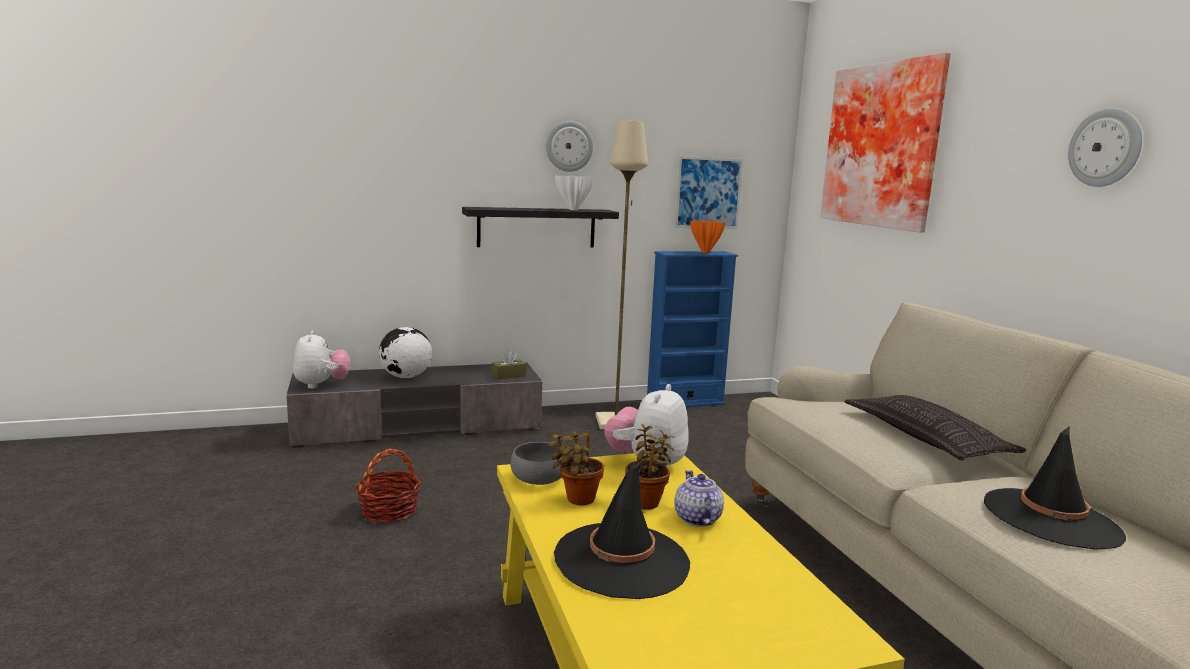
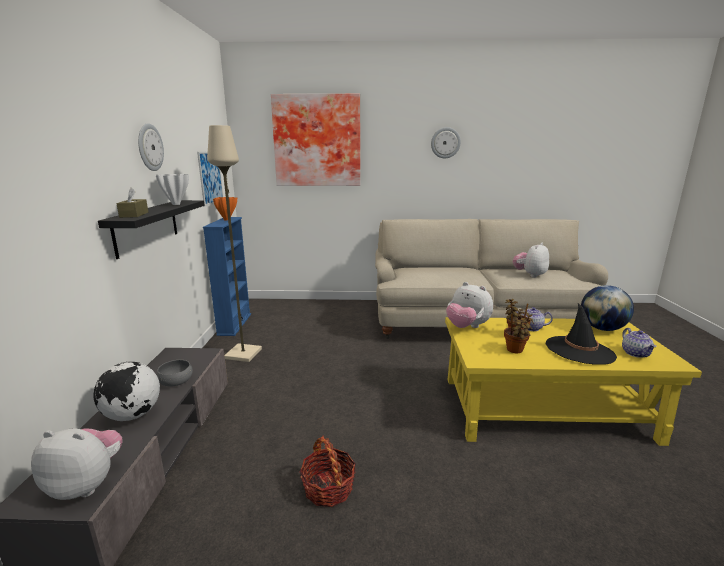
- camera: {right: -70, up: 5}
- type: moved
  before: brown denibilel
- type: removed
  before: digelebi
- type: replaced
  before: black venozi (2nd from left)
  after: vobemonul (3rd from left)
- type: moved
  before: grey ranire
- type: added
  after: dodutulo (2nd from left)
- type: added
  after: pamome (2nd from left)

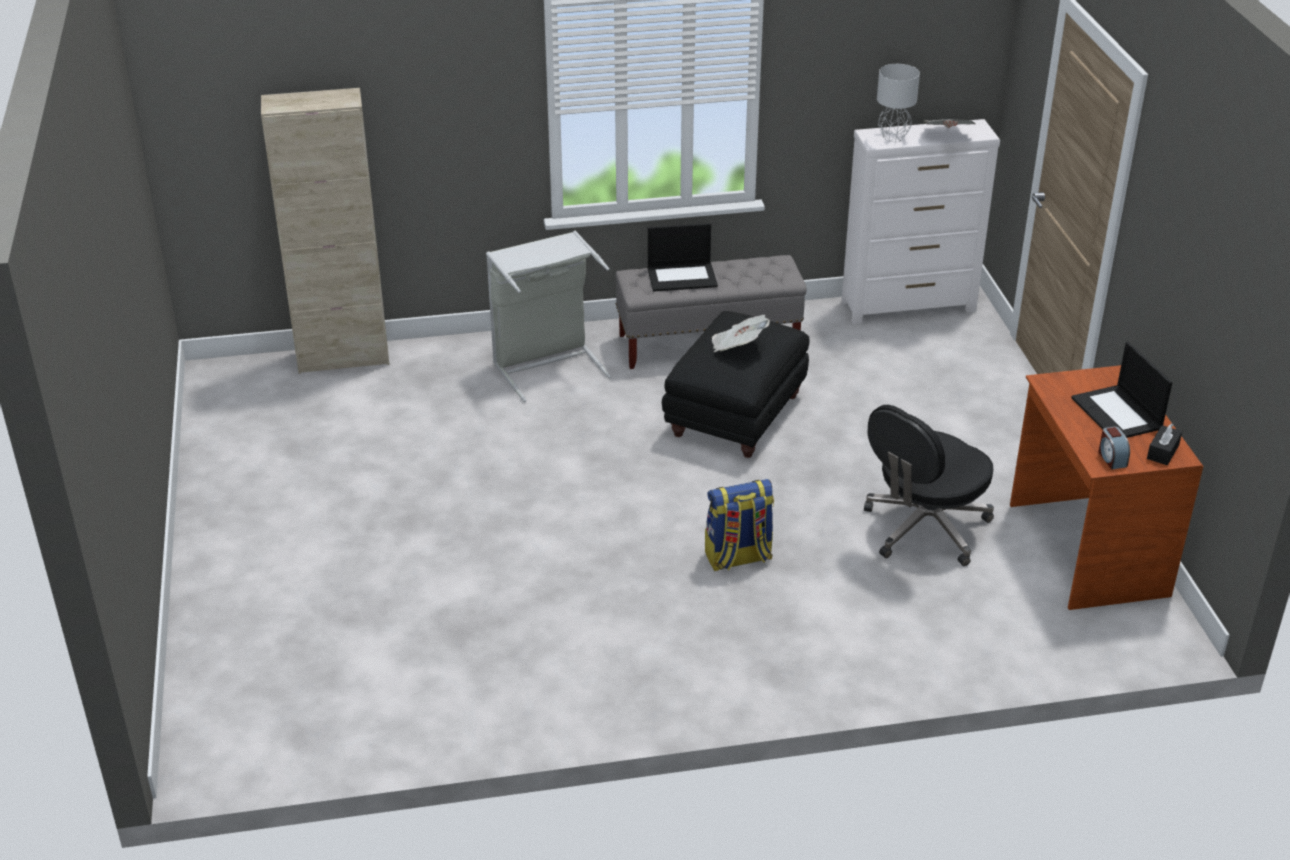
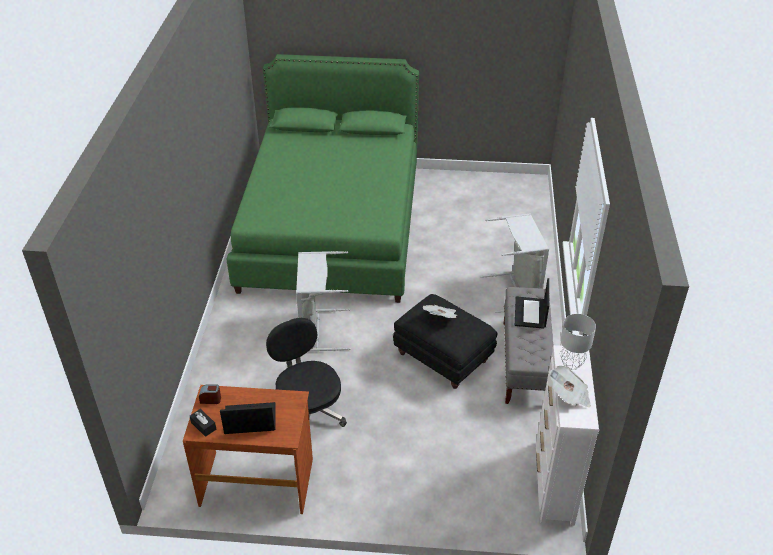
- camera: {right: 105, up: 5}
- type: removed
  before: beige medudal
- type: replaced
  before: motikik
  after: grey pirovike (1st from left)
- type: added
  after: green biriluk

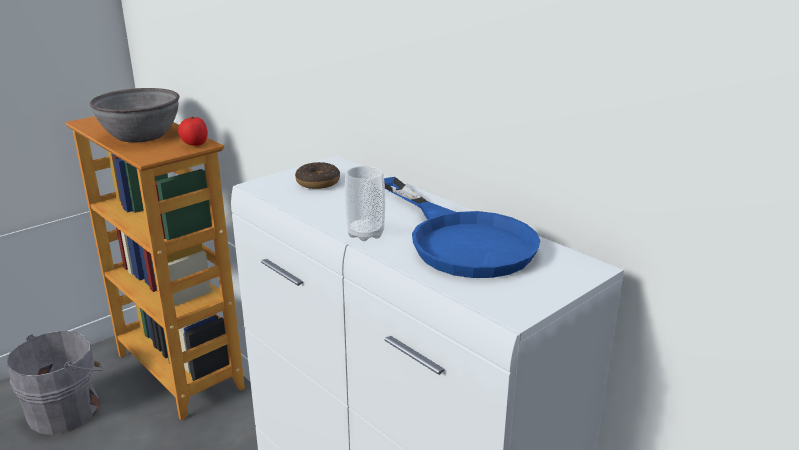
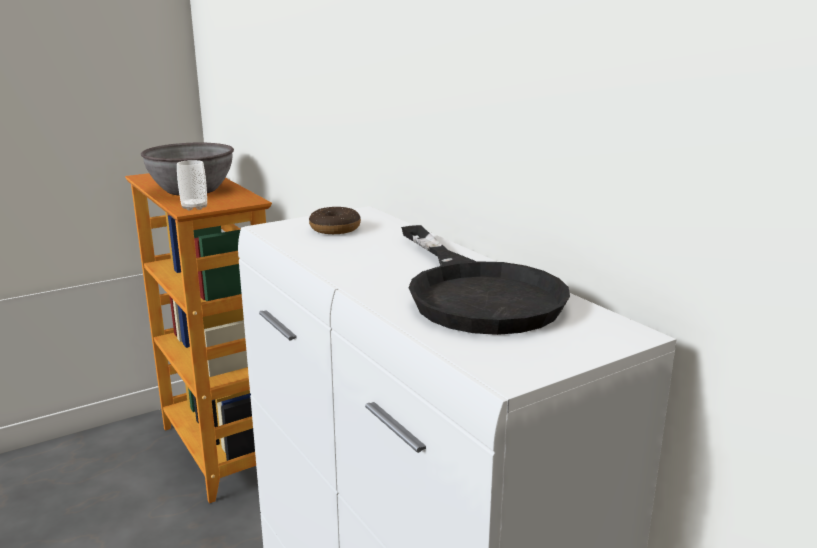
- camera: {right: 10, up: -5}
- type: removed
  before: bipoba
- type: moved
  before: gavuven
- type: recoloured
  before: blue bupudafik
  after: black bupudafik
- type: removed
  before: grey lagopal

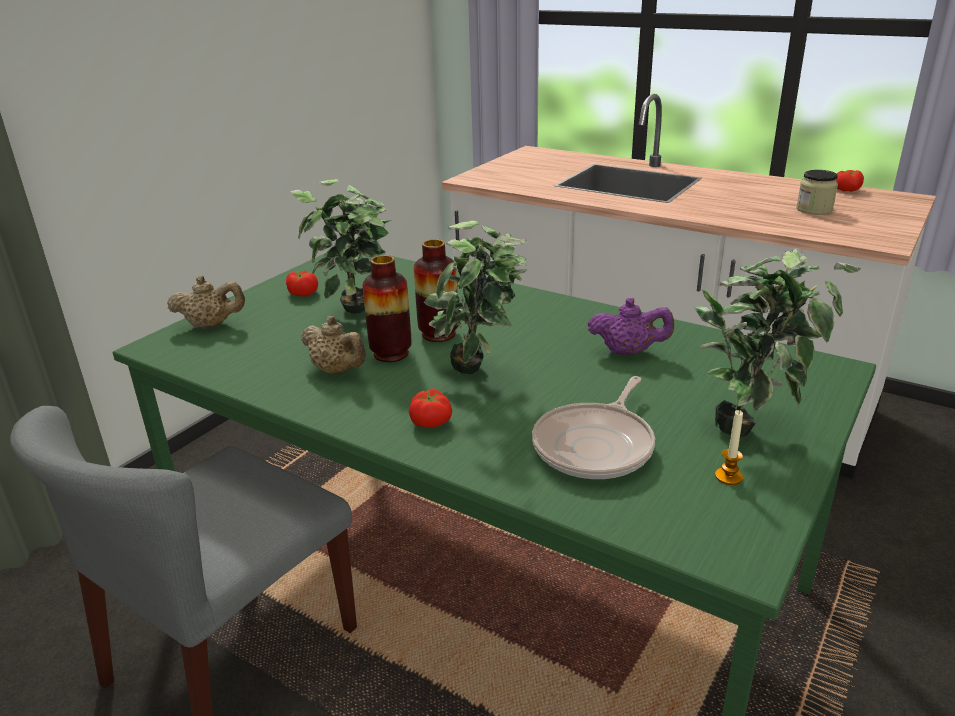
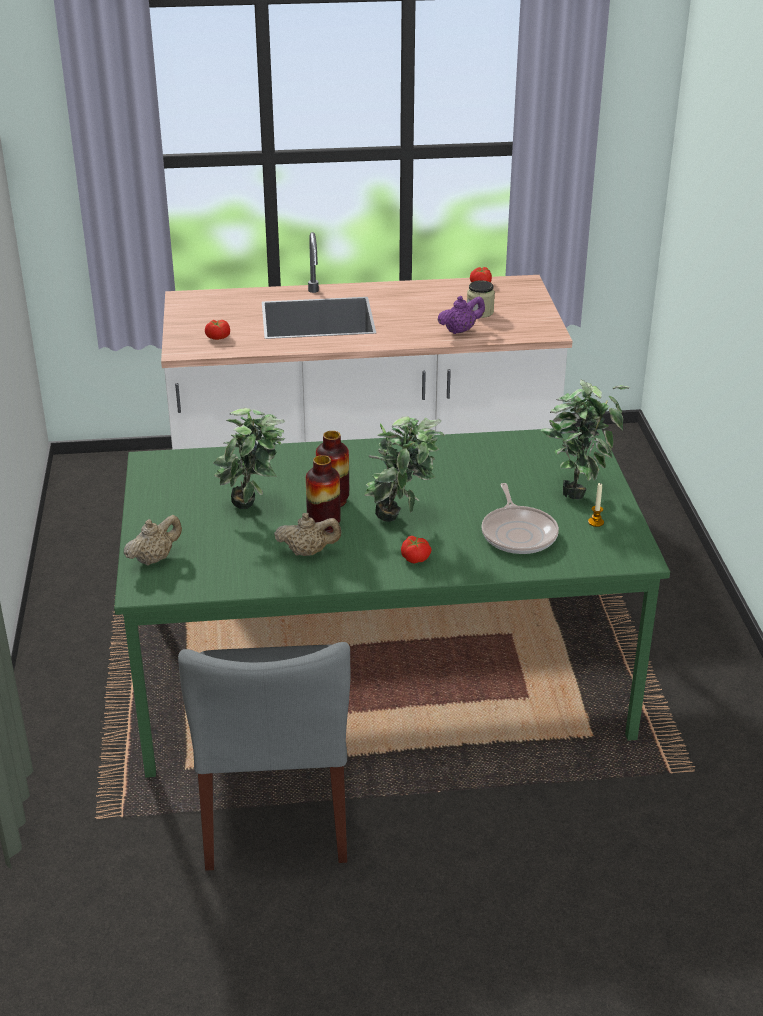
- camera: {right: -40, up: 5}
- type: moved
  before: bipoba (1st from left)
- type: moved
  before: purple pamome

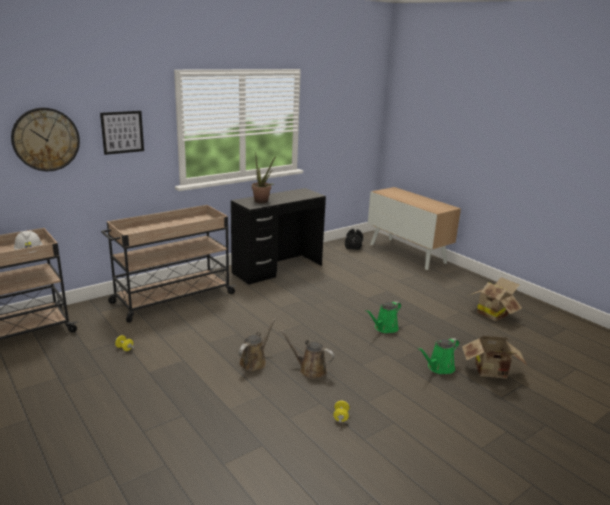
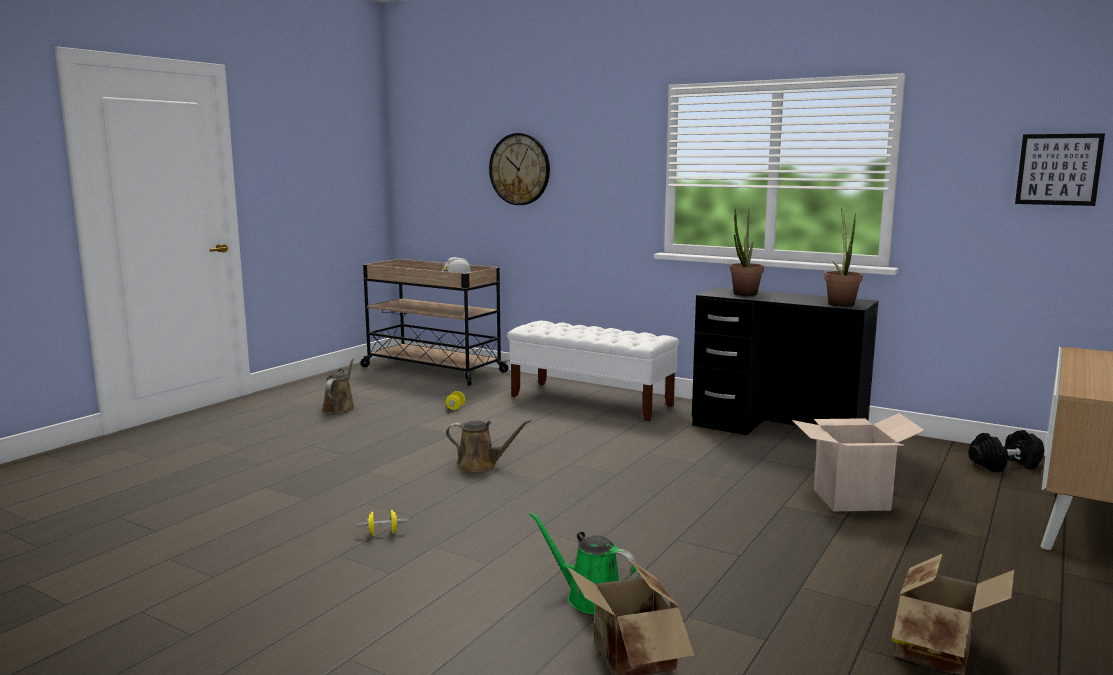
- camera: {right: 70, up: -10}
- type: moved
  before: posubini
- type: replaced
  before: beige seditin (2nd from left)
  after: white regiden
- type: removed
  before: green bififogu (1st from left)
- type: moved
  before: brown bififogu (2nd from left in the first image)
  after: brown bififogu (1st from left)
- type: added
  after: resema (2nd from left)
- type: added
  after: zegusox (2nd from left)

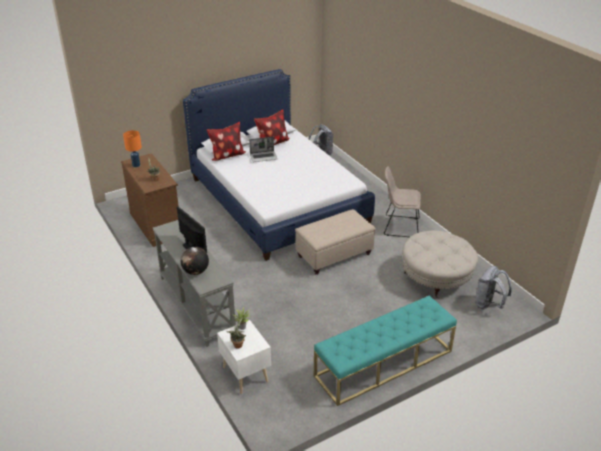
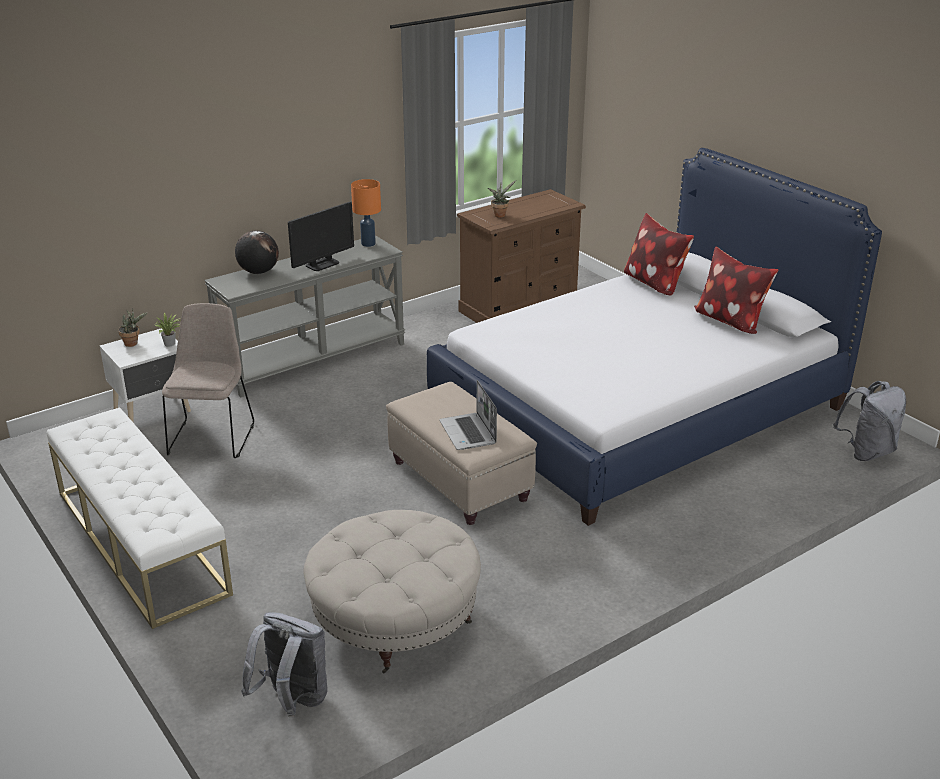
- camera: {right: 85, up: -5}
- type: moved
  before: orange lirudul
- type: moved
  before: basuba
- type: moved
  before: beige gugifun
- type: recoloured
  before: turquoise regiden
  after: white regiden

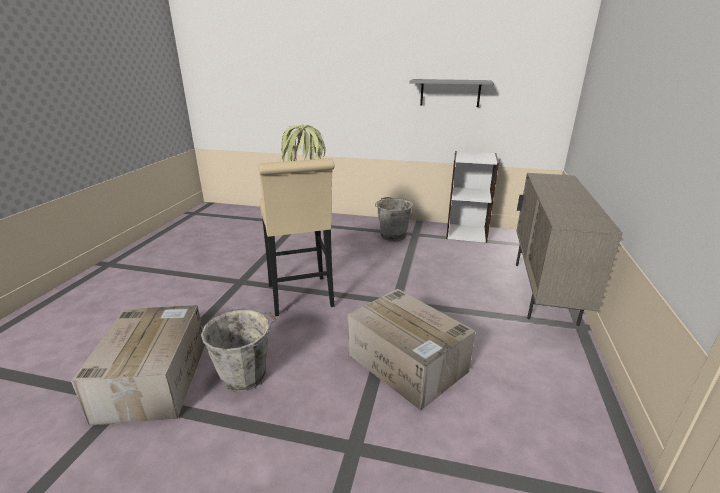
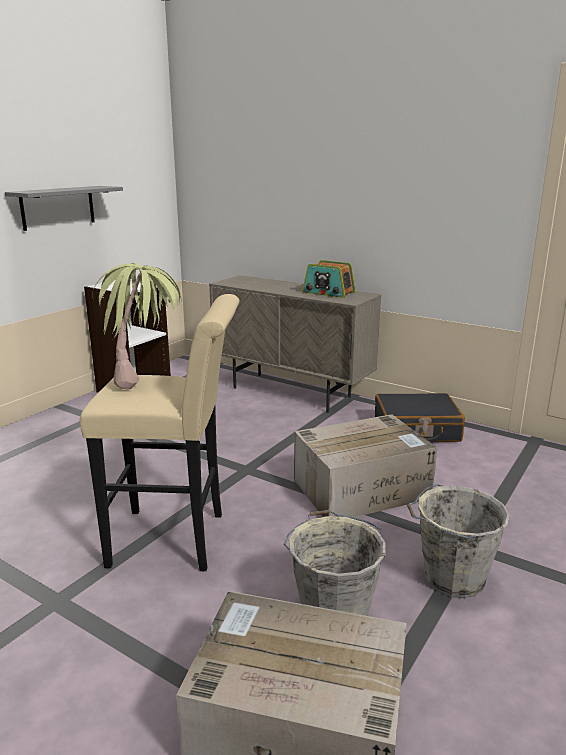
- camera: {right: -70, up: -5}
- type: moved
  before: grey lagopal (2nd from left)
- type: added
  after: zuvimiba
- type: added
  after: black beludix

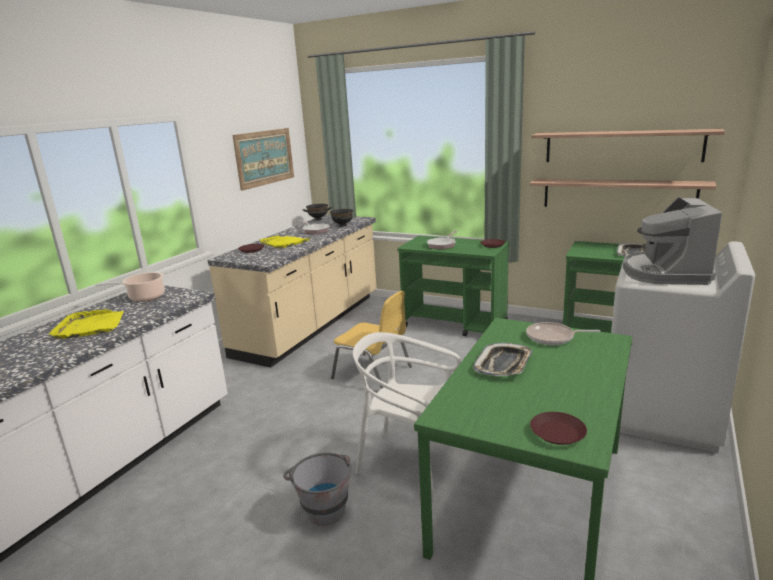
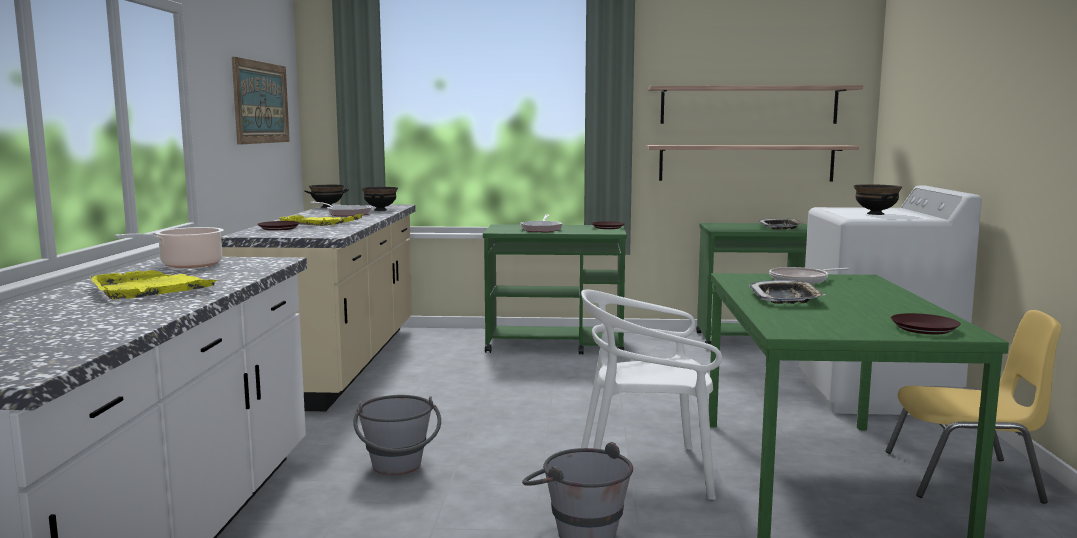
- camera: {right: -25, up: -10}
- type: replaced
  before: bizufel
  after: black ranire (3rd from left)
- type: moved
  before: yellow gugifun
- type: added
  after: grey lagopal (1st from left)

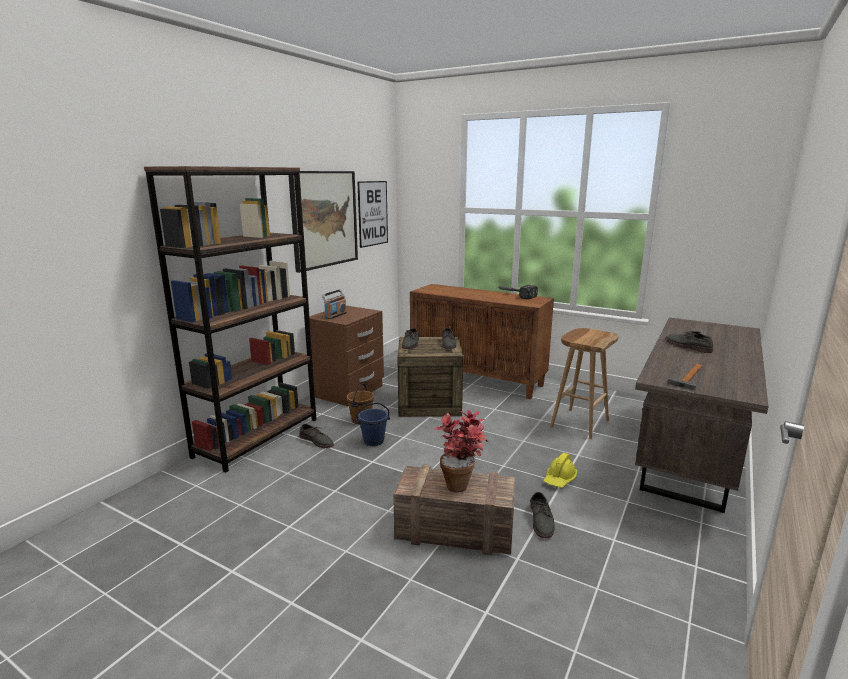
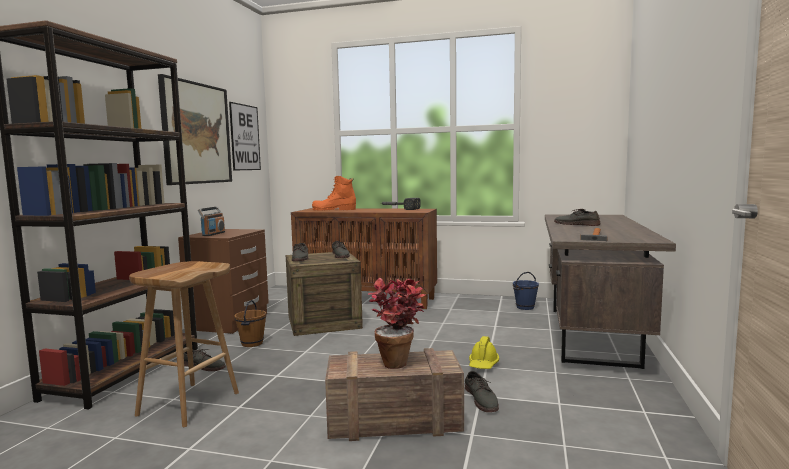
- camera: {right: -15, up: -10}
- type: moved
  before: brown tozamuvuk
- type: moved
  before: blue lagopal
- type: added
  after: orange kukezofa

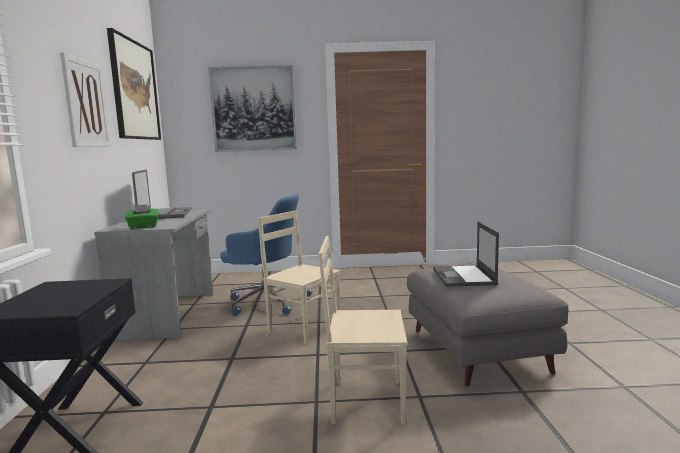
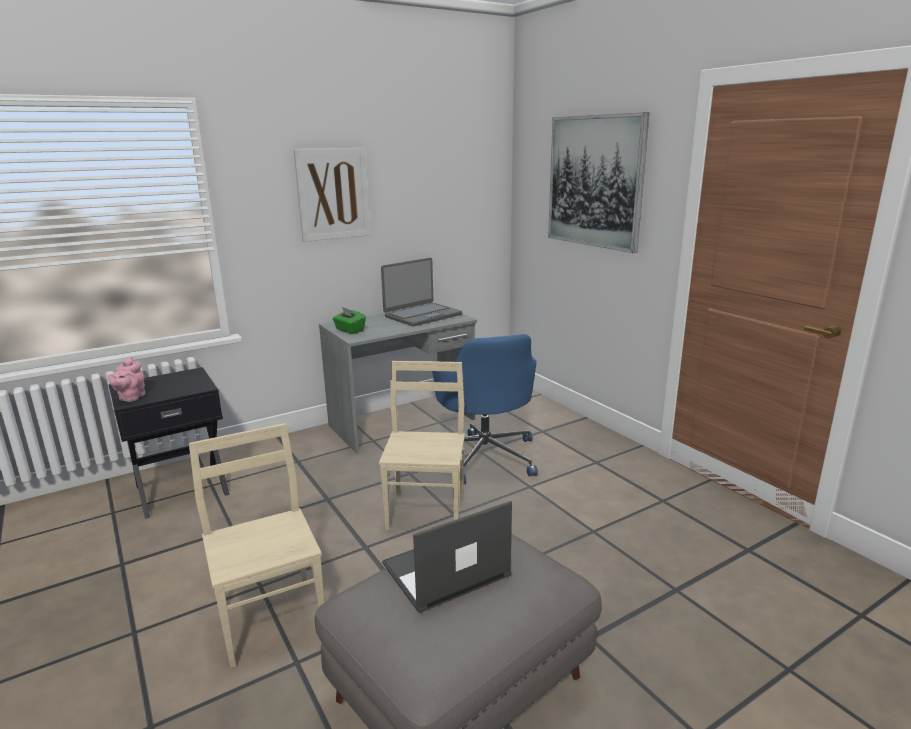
- camera: {right: 60, up: 10}
- type: removed
  before: posubini (2nd from left)
- type: added
  after: pink pamome

